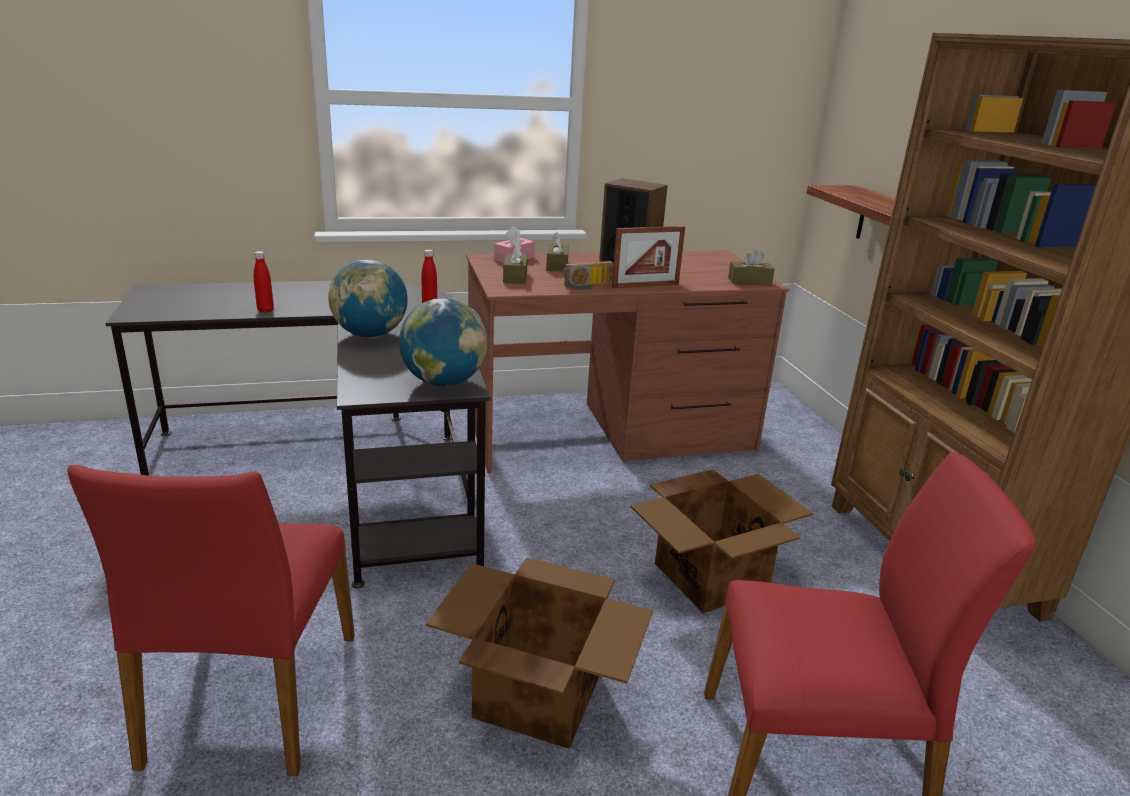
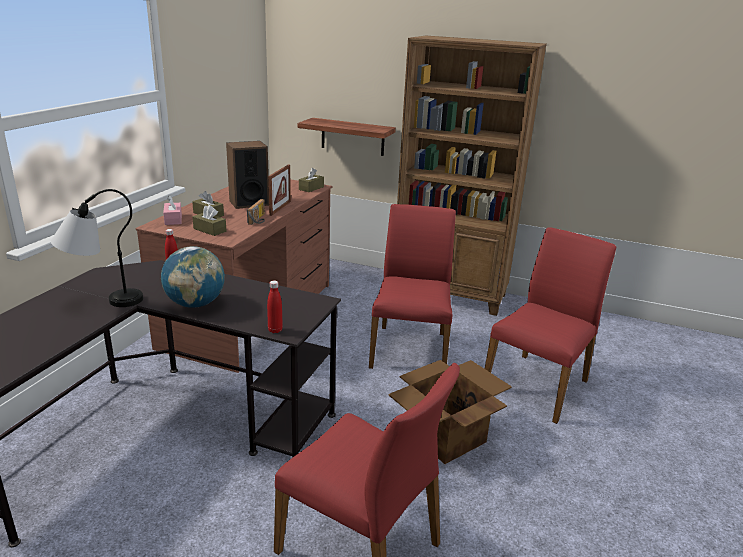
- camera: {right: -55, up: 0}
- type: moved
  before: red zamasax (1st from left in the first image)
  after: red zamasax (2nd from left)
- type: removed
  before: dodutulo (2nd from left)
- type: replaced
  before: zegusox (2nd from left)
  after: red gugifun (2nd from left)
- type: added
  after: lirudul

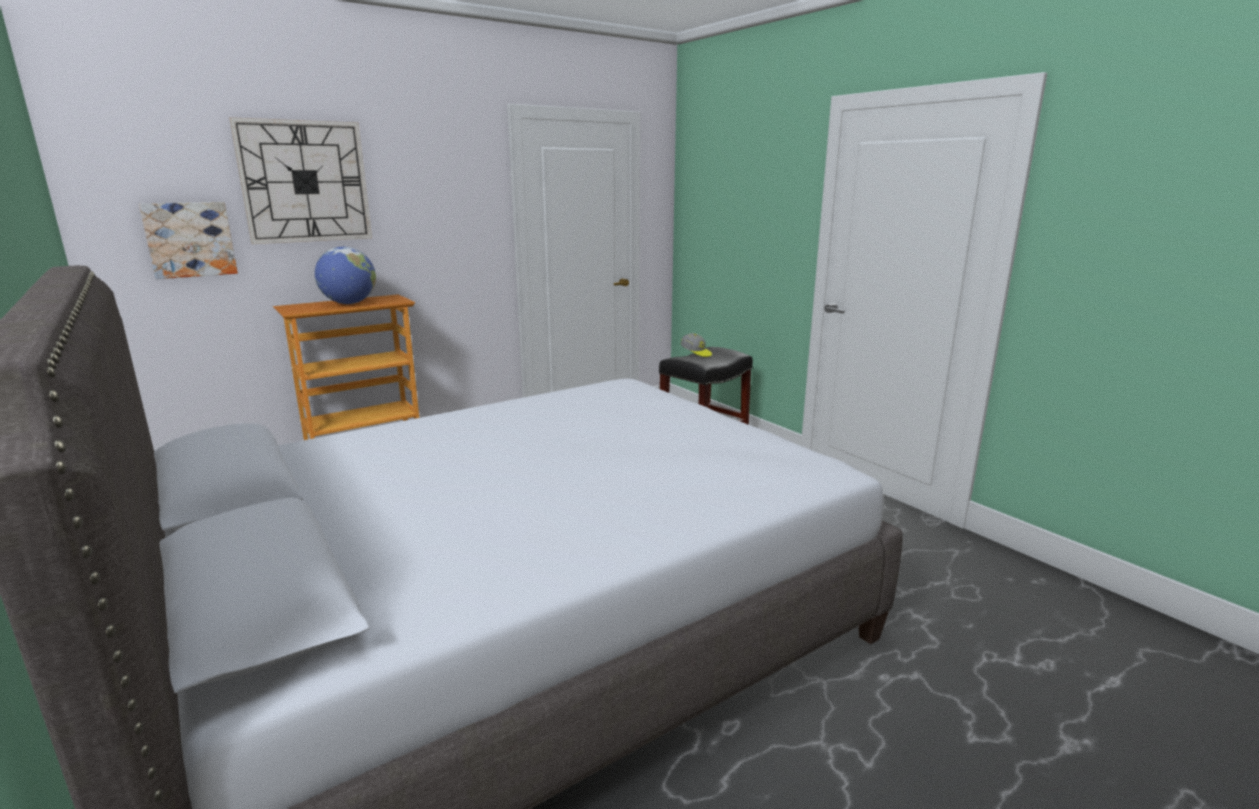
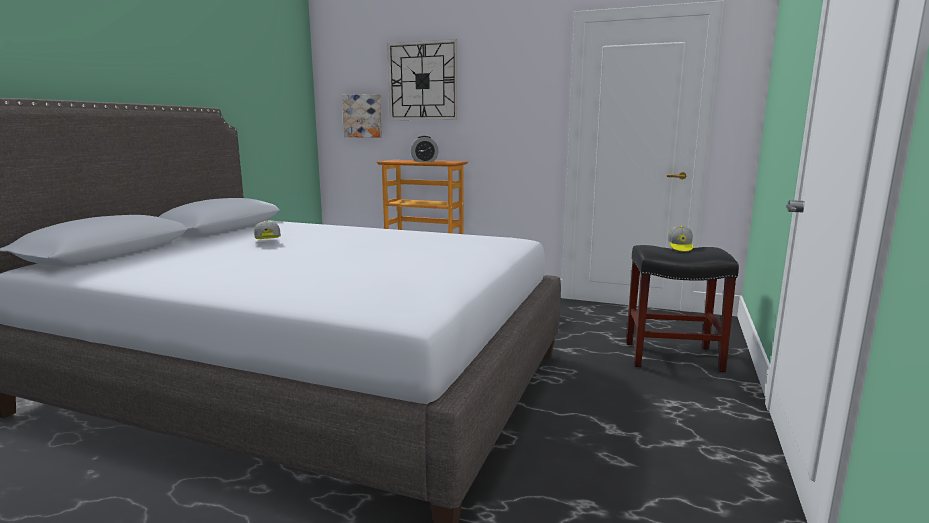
- camera: {right: 55, up: -5}
- type: replaced
  before: dodutulo
  after: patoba
- type: added
  after: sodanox (1st from left)

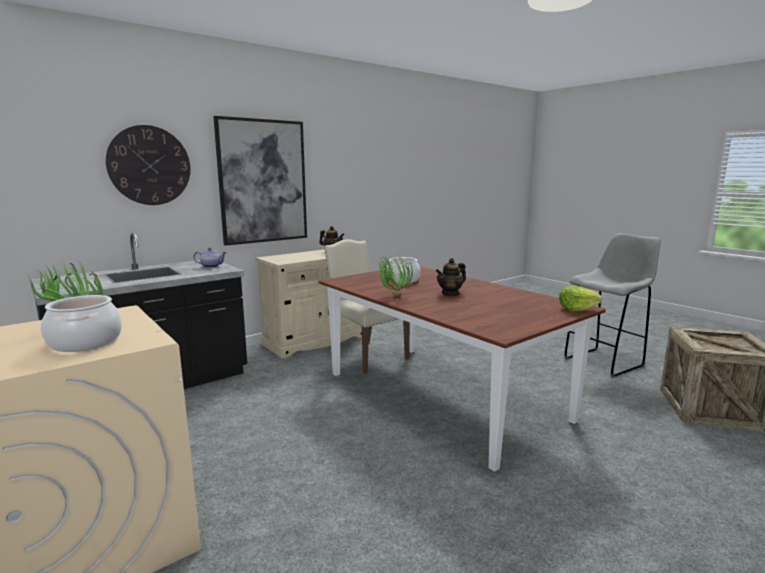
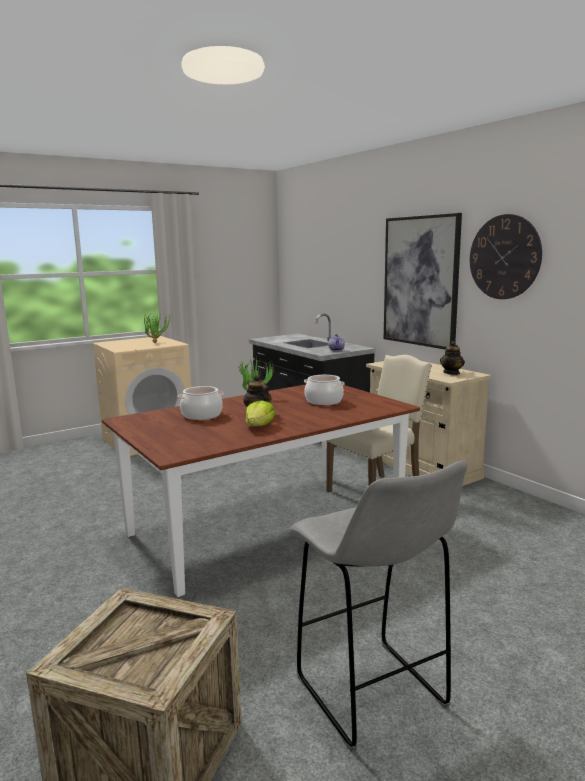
- camera: {right: 95, up: 0}
- type: moved
  before: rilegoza
- type: moved
  before: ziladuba
- type: moved
  before: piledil (1st from left)

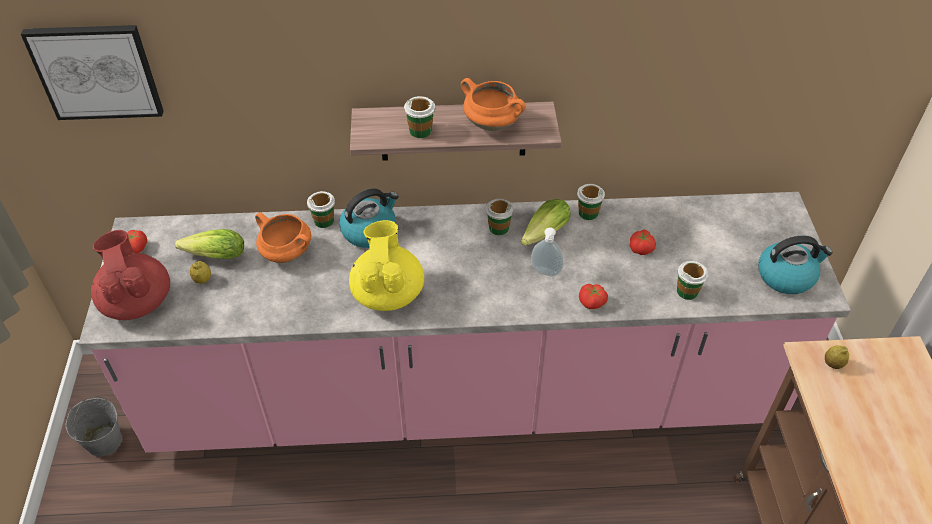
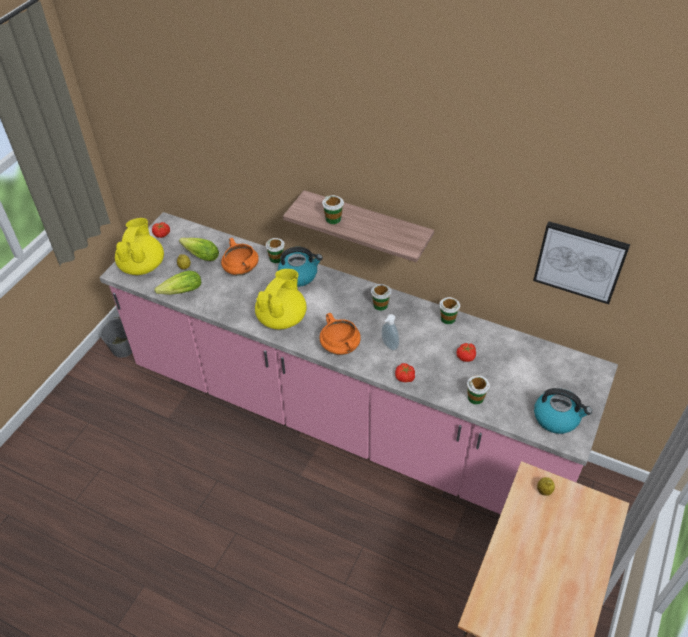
- camera: {right: 30, up: 0}
- type: moved
  before: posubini
- type: moved
  before: orange piledil (2nd from left)
- type: moved
  before: ziladuba (2nd from left in the first image)
  after: ziladuba (1st from left)
- type: recoloured
  before: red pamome
  after: yellow pamome (1st from left)

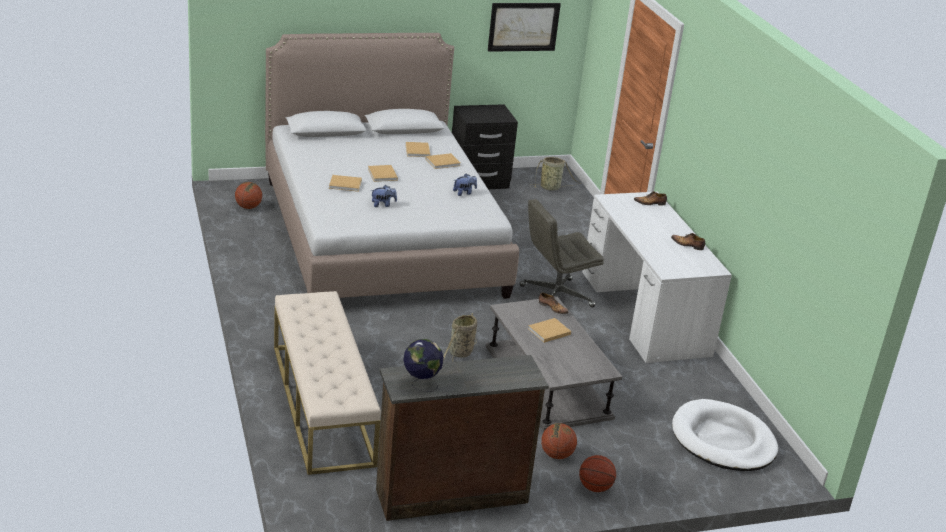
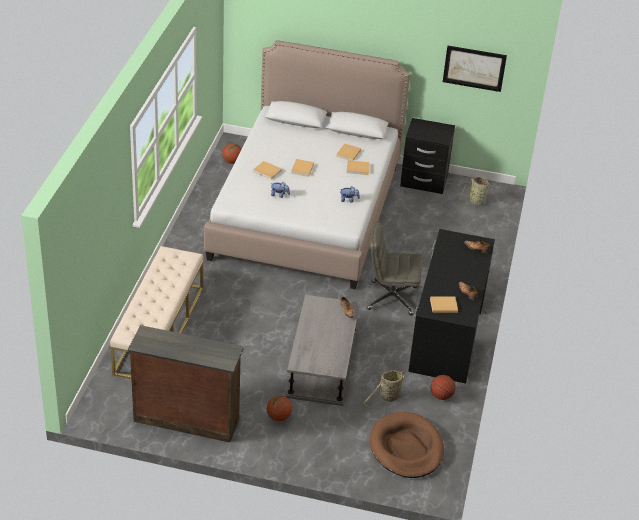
- camera: {right: 30, up: 10}
- type: recoloured
  before: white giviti
  after: black giviti
- type: moved
  before: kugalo (1st from left)
- type: moved
  before: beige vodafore (5th from left)
- type: removed
  before: dodutulo
- type: recoloured
  before: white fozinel
  after: brown fozinel
- type: moved
  before: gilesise (3rd from left)

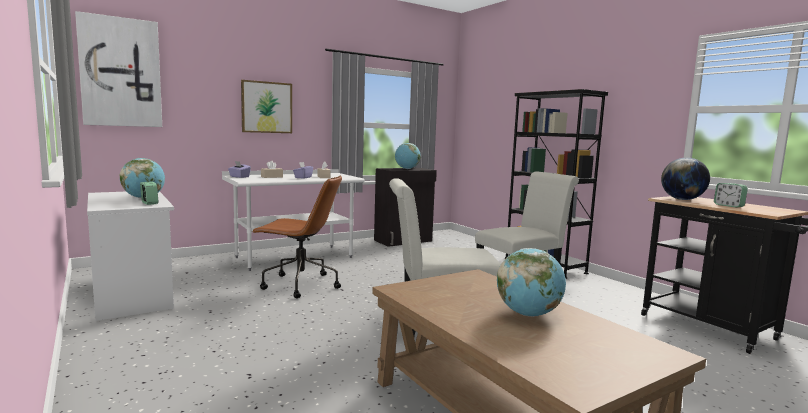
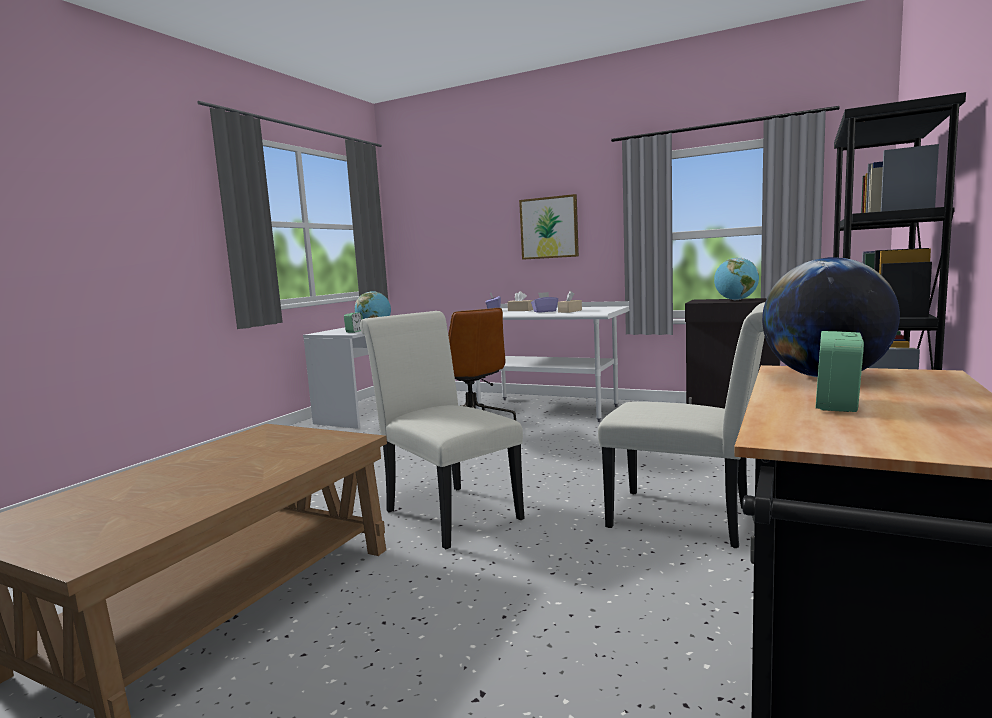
- camera: {right: 60, up: 0}
- type: removed
  before: posubini (1st from left)
- type: removed
  before: dodutulo (3rd from left)

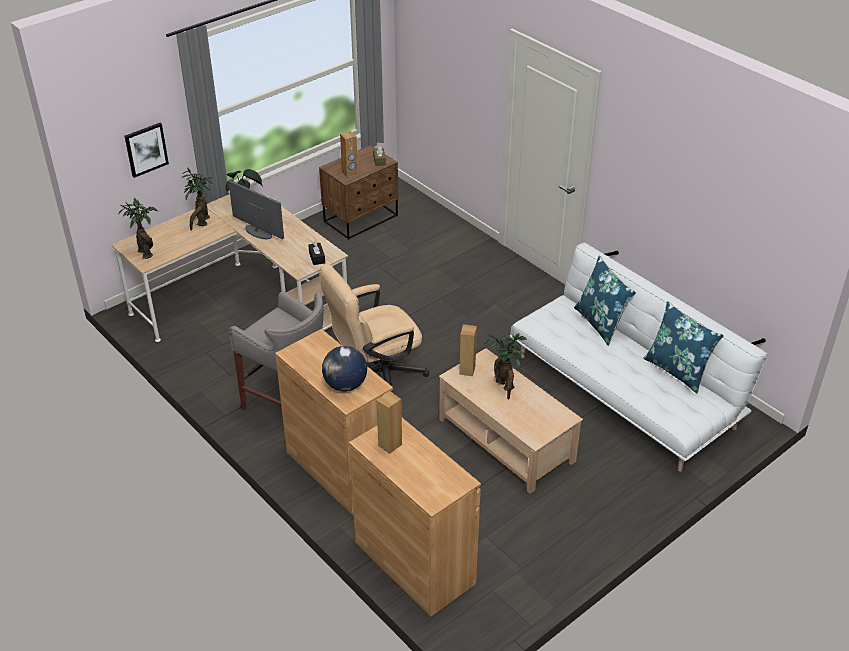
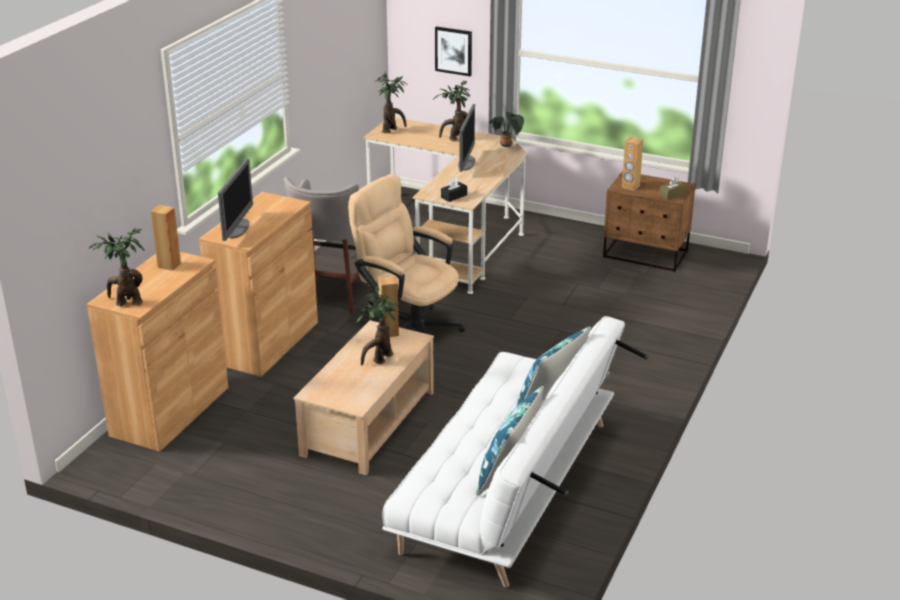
- camera: {right: 65, up: -10}
- type: replaced
  before: dodutulo
  after: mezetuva (1st from left)
- type: added
  after: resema (1st from left)

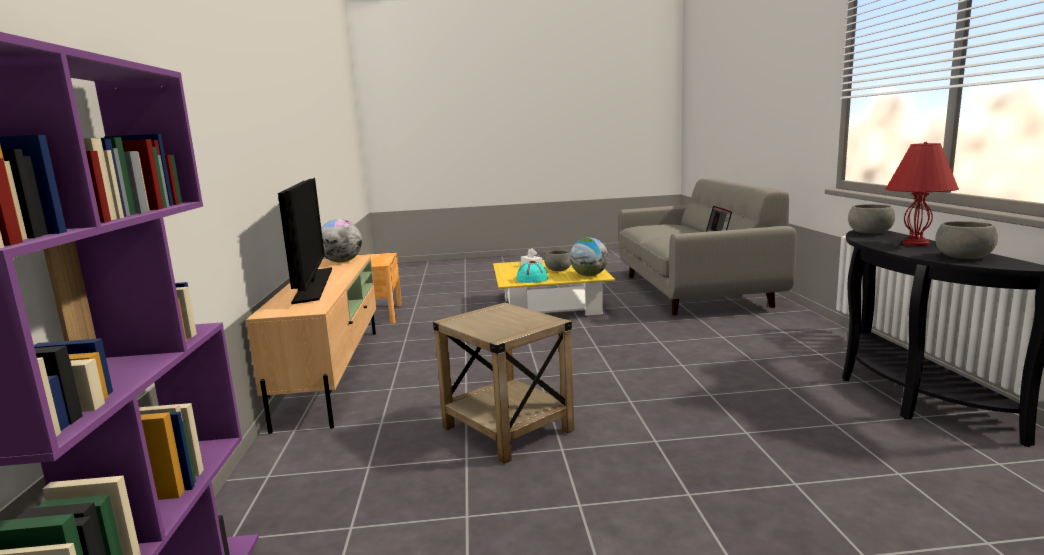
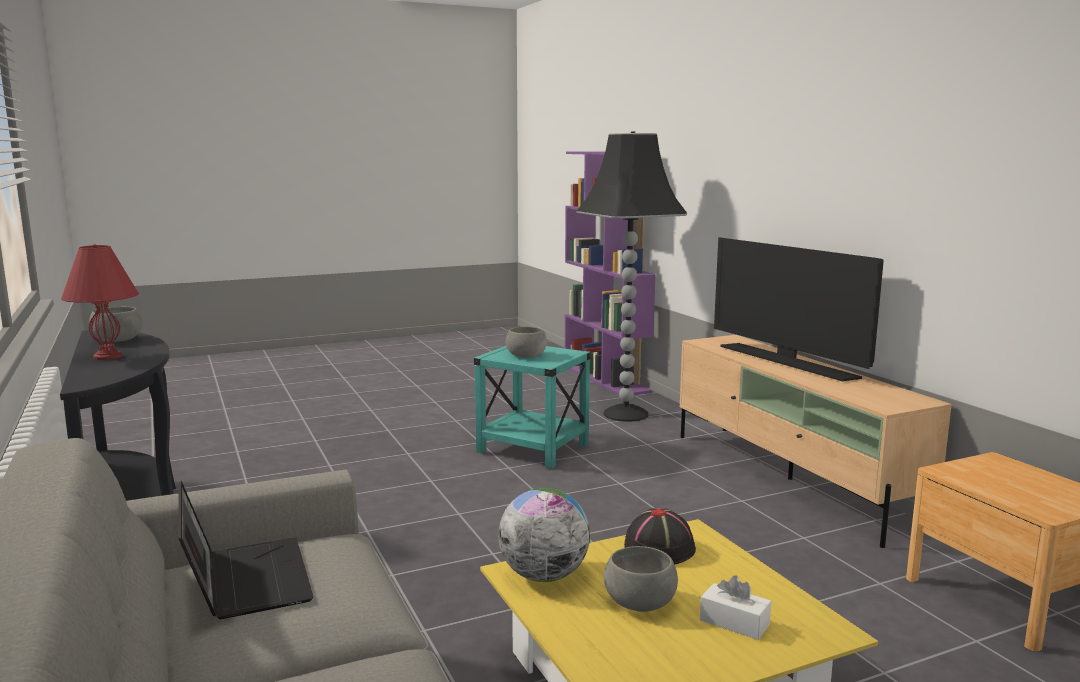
- camera: {right: 160, up: 0}
- type: moved
  before: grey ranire (2nd from left)
- type: removed
  before: dodutulo (1st from left)
- type: recoloured
  before: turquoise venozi
  after: black venozi
- type: recoloured
  before: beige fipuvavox
  after: turquoise fipuvavox
- type: added
  after: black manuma

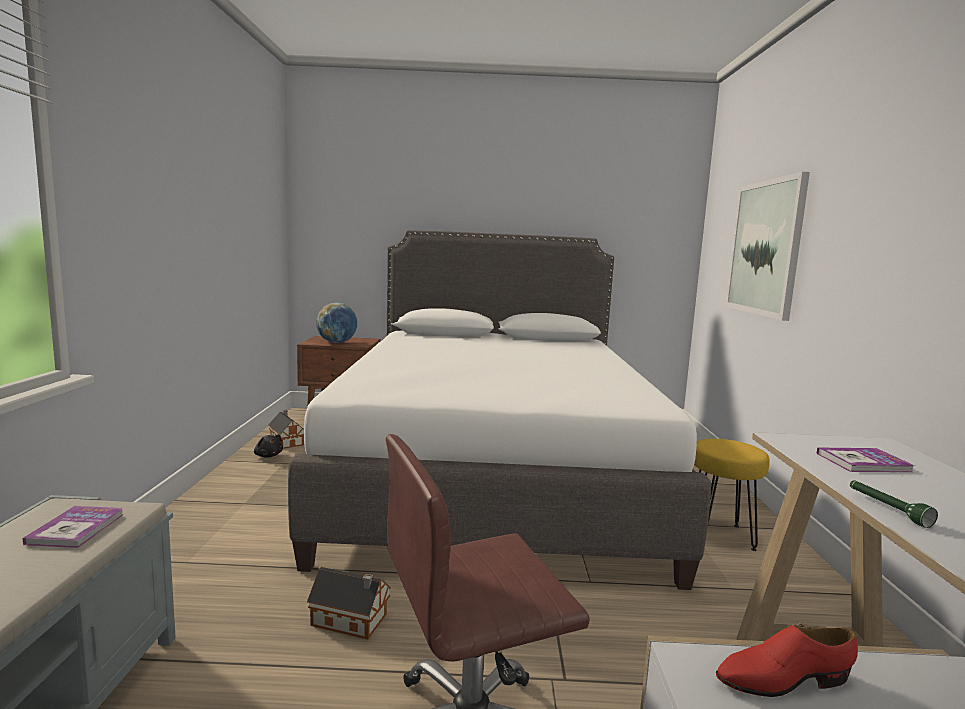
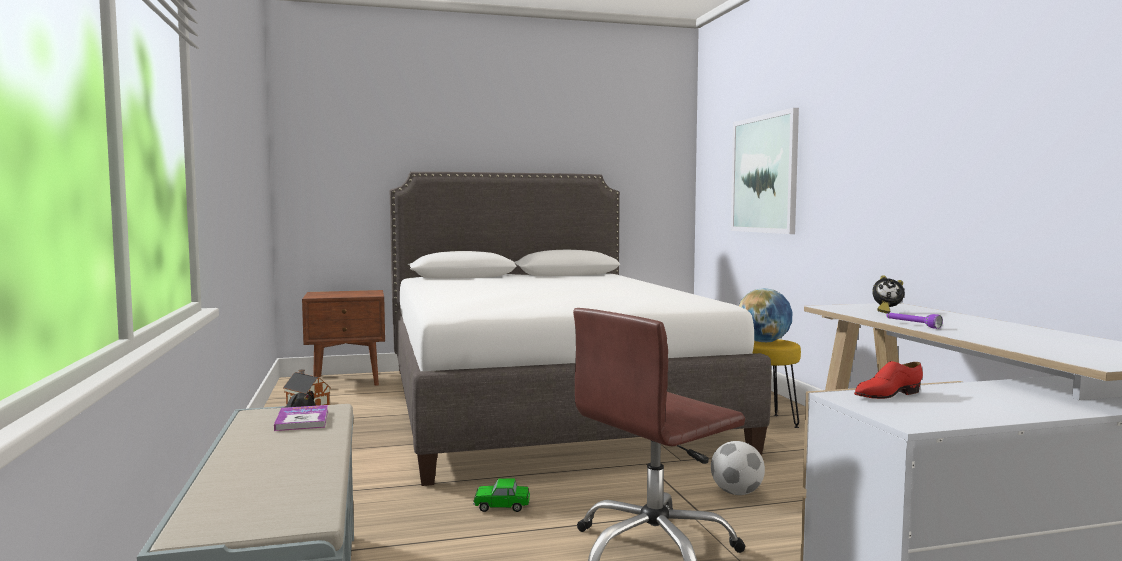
- camera: {right: -15, up: -5}
- type: moved
  before: dodutulo
- type: replaced
  before: vodafore (2nd from left)
  after: patoba
- type: recoloured
  before: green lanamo
  after: purple lanamo
- type: replaced
  before: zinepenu (2nd from left)
  after: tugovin
- type: added
  after: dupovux

